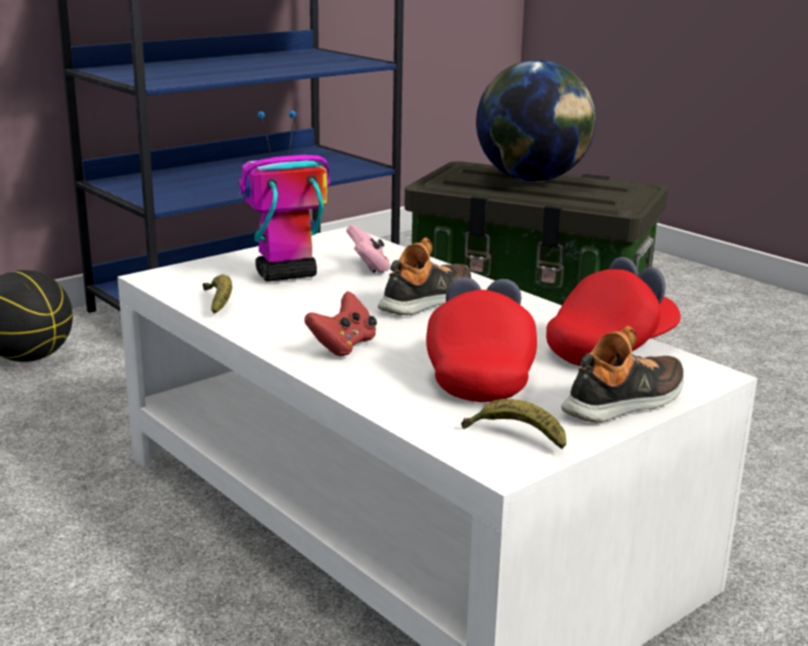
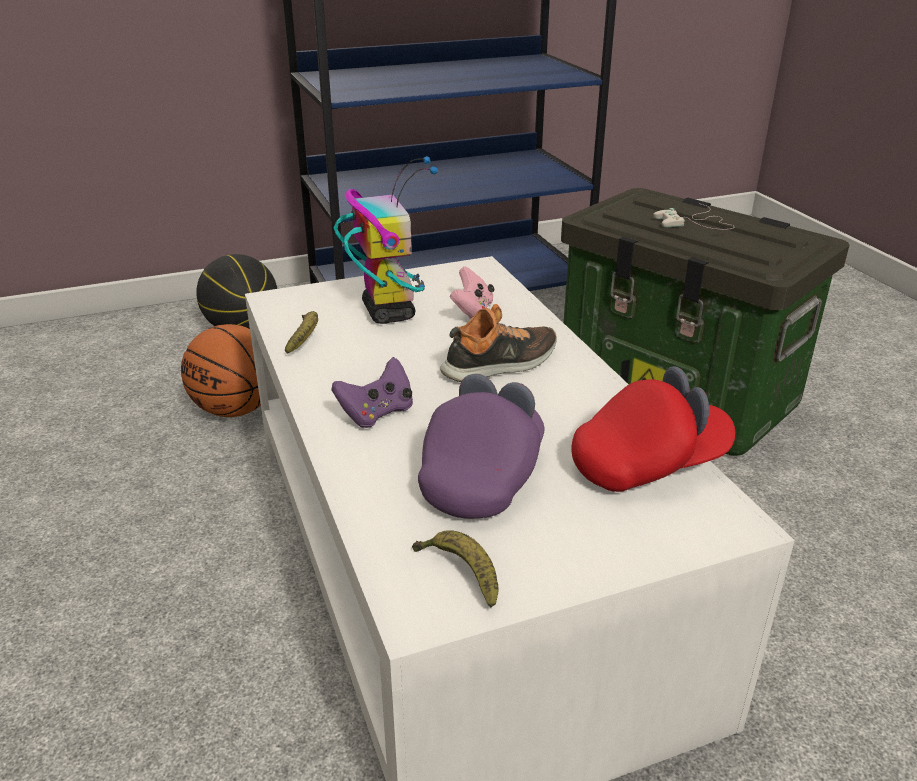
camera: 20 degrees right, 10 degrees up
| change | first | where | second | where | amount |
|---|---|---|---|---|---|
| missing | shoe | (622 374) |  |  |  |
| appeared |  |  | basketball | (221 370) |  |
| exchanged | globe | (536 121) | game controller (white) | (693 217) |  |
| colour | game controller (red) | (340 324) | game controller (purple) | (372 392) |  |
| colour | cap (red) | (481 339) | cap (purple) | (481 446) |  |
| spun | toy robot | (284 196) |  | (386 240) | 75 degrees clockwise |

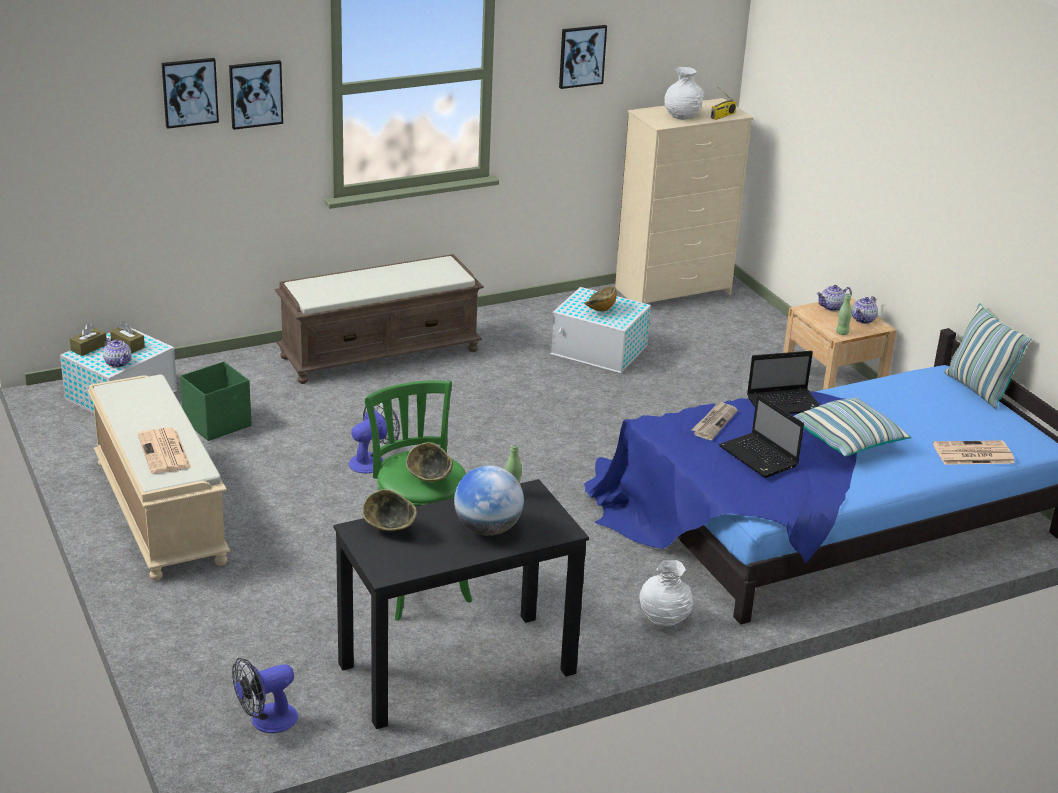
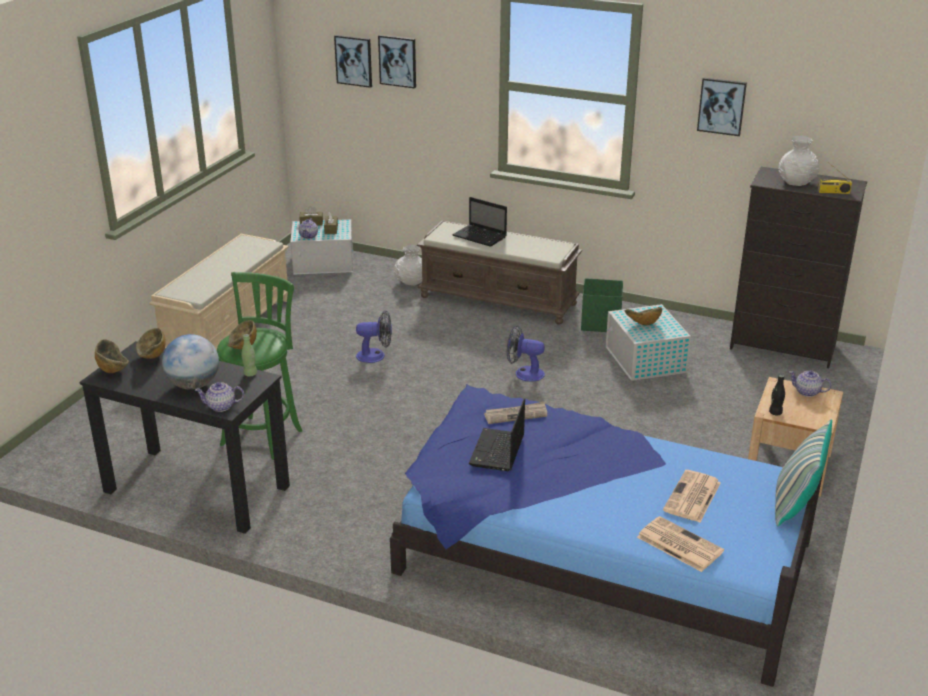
camera: 50 degrees right, 0 degrees up
| change | first | where | second | where | amount |
|---|---|---|---|---|---|
| missing | pillow | (853 427) |  |  |  |
| appeared |  |  | bowl | (112 356) |  |
| relocated | newspaper | (164 450) |  | (692 496) |  |
| relocated | storage box (green) | (216 401) |  | (602 305) |  |
| relocated | picture | (256 95) |  | (353 61) |  |
| relocated | fan | (265 695) |  | (526 353) |  |
| relocated | vase (white) | (666 593) |  | (408 265) |  |
| relocated | laptop | (783 382) |  | (479 222) |  |
| relocated | teapot | (865 310) |  | (219 397) |  |
| colour | dresser (beige) | (684 200) | dresser (black) | (798 267) |  |
| colour | bottle (green) | (844 314) | bottle (black) | (777 395) |  |

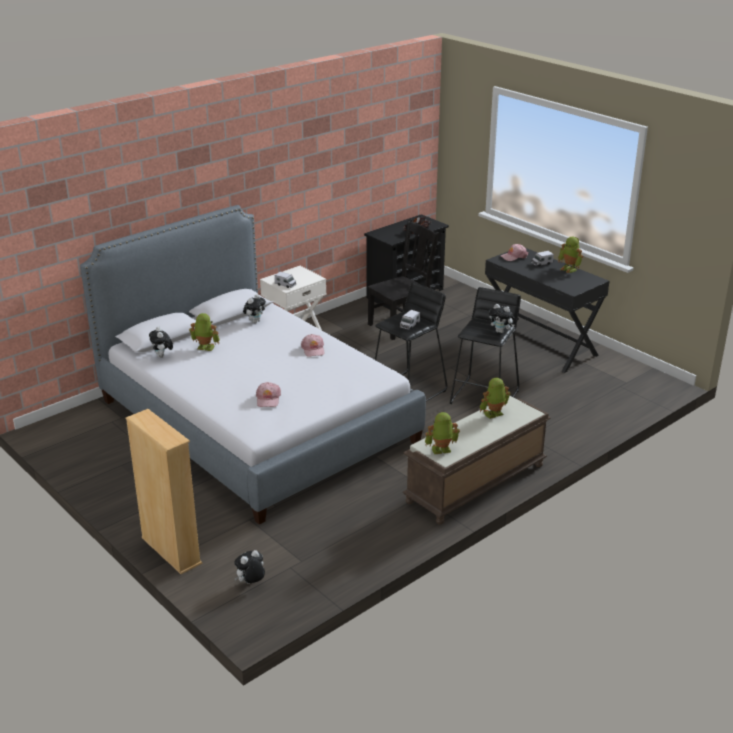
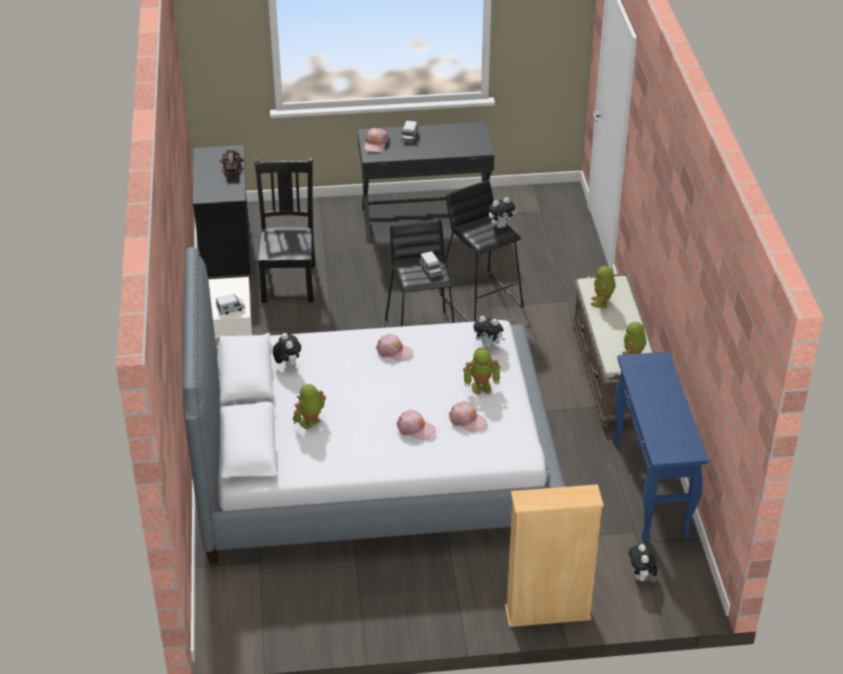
camera: 55 degrees left, 10 degrees up
| change | first | where | second | where | amount |
|---|---|---|---|---|---|
| appeared |  |  | cap (pink) | (416 425) |  |
| appeared |  |  | console table (blue) | (660 447) |  |
| relocated | plush toy | (161 342) |  | (489 332) |  |
| relocated | toy robot | (570 255) |  | (481 372) |  |

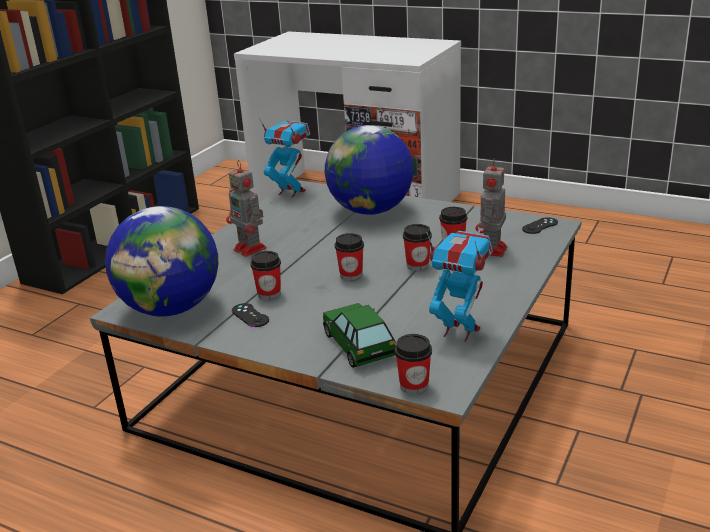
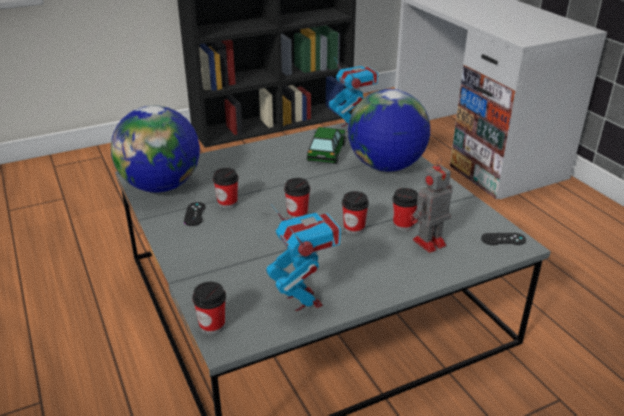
camera: 35 degrees right, 5 degrees up
| change | first | where | second | where | amount |
|---|---|---|---|---|---|
| missing | toy robot | (246 208) |  |  |  |
| relocated | toy car | (359 335) |  | (326 145) |  |

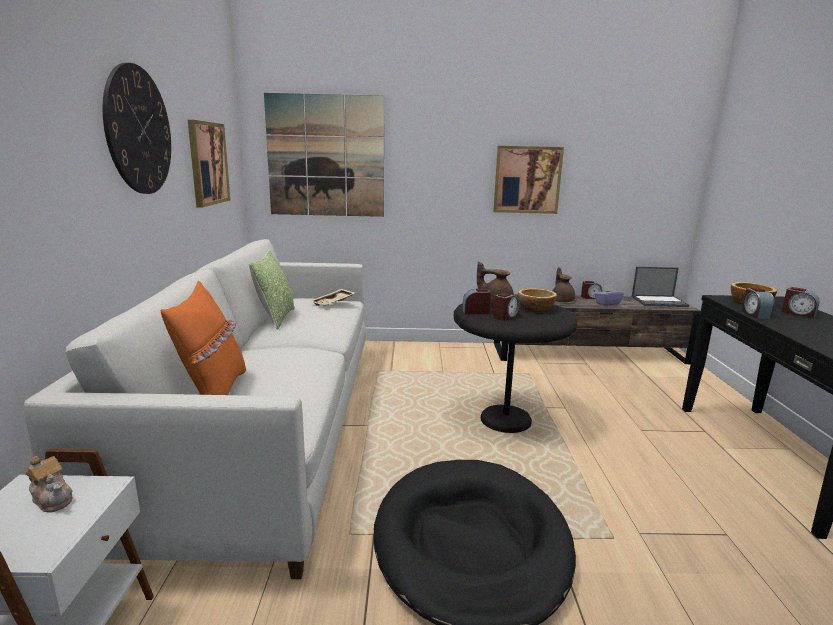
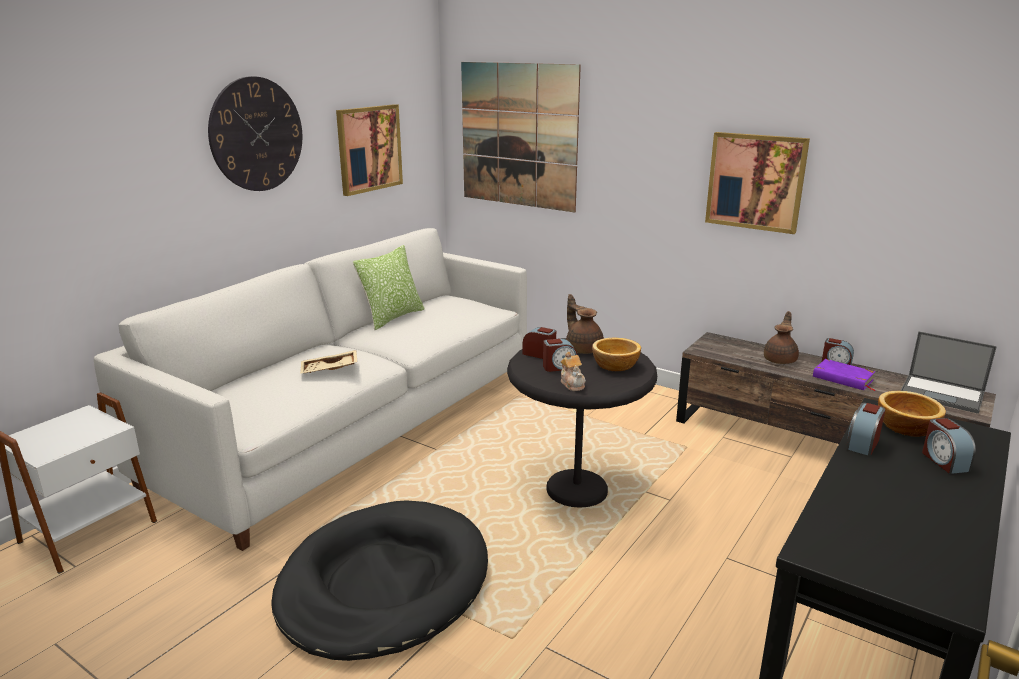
camera: 35 degrees right, 5 degrees up
| change | first | where | second | where | amount |
|---|---|---|---|---|---|
| missing | pillow (orange) | (203 338) |  |  |  |
| relocated | teapot | (49 484) |  | (573 371) |  |
| relocated | tray (beige) | (333 297) |  | (328 361) |  |
| exchanged | tissue box (purple) | (609 295) | book (purple) | (844 375) |  |

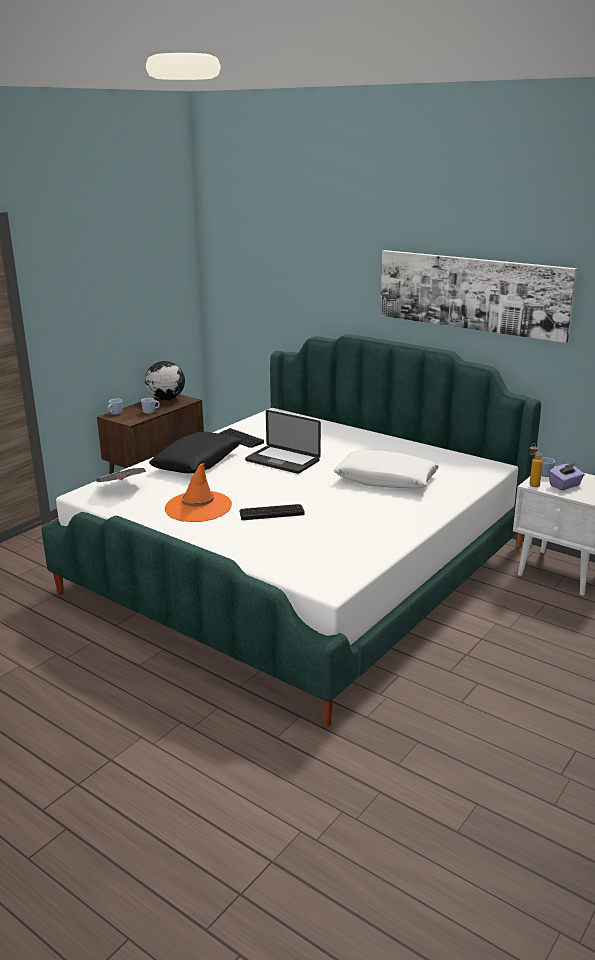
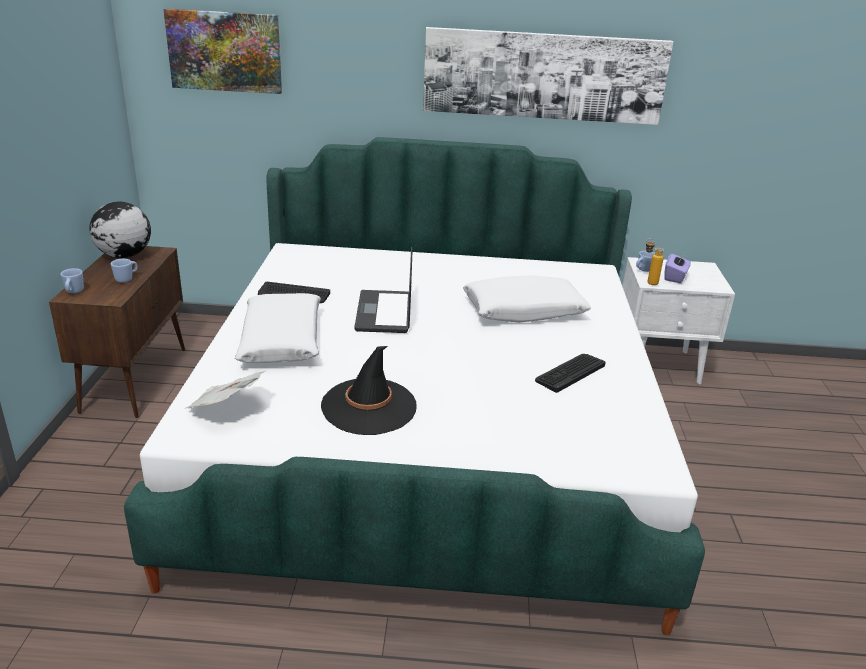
camera: 35 degrees left, 5 degrees up
| change | first | where | second | where | amount |
|---|---|---|---|---|---|
| appeared |  |  | picture | (222 51) |  |
| relocated | keyboard | (272 512) |  | (570 373) |  |
| colour | pillow (black) | (195 452) | pillow (white) | (278 328) |  |
| colour | hat (orange) | (198 493) | hat (black) | (369 390) |  |
| spun | laptop | (283 442) |  | (383 290) | 90 degrees clockwise |

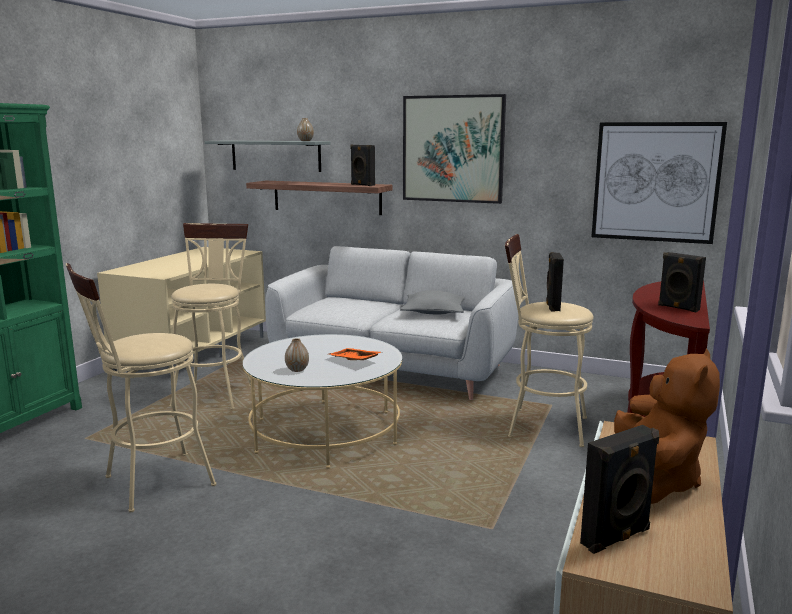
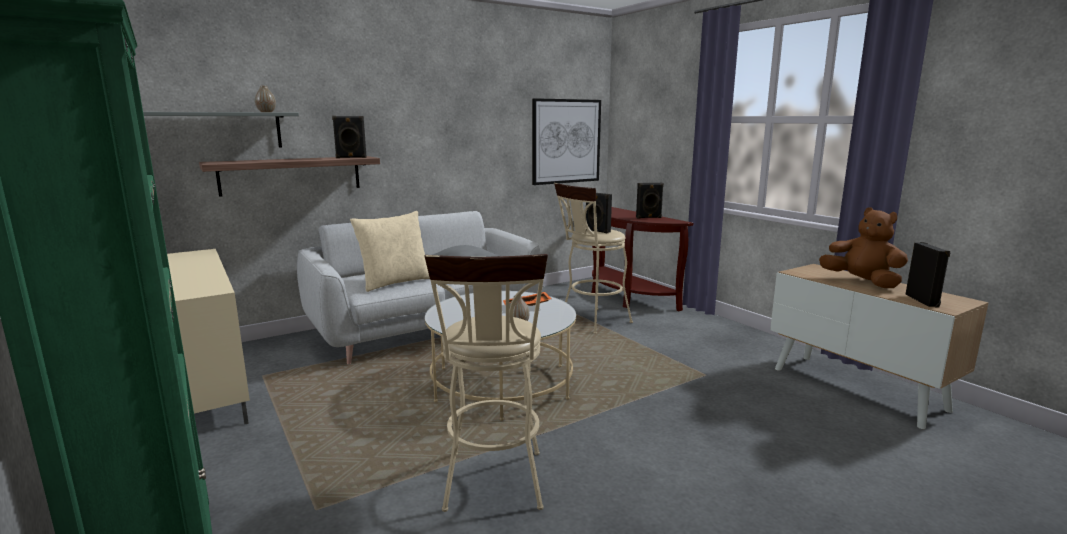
camera: 55 degrees left, 0 degrees up
| change | first | where | second | where | amount |
|---|---|---|---|---|---|
| missing | stool (beige) | (210 316) |  |  |  |
| missing | picture | (454 149) |  |  |  |
| appeared |  |  | pillow (beige) | (390 251) |  |

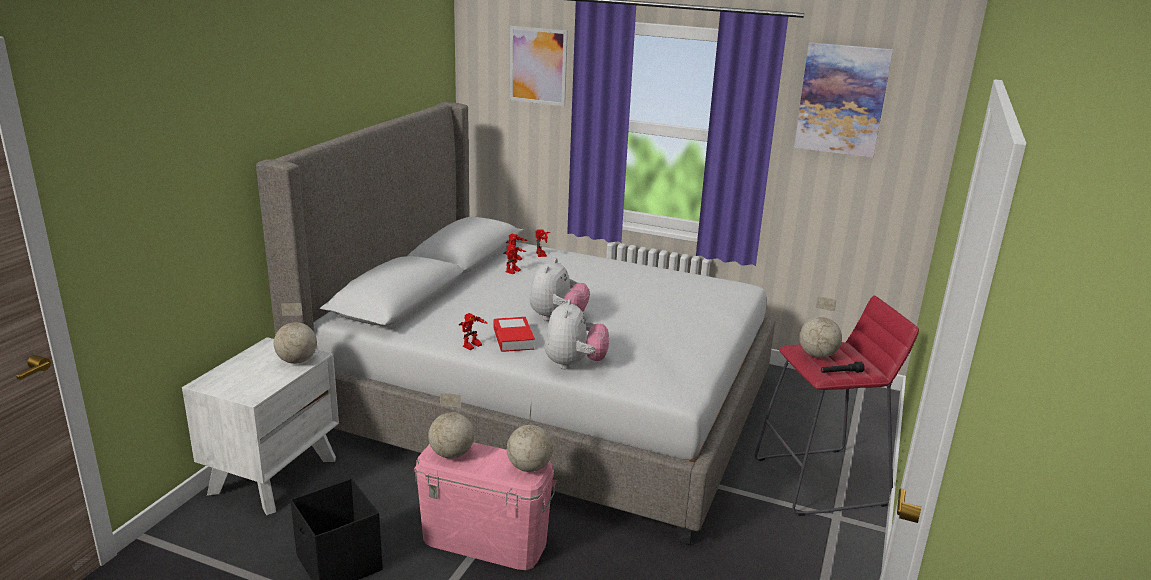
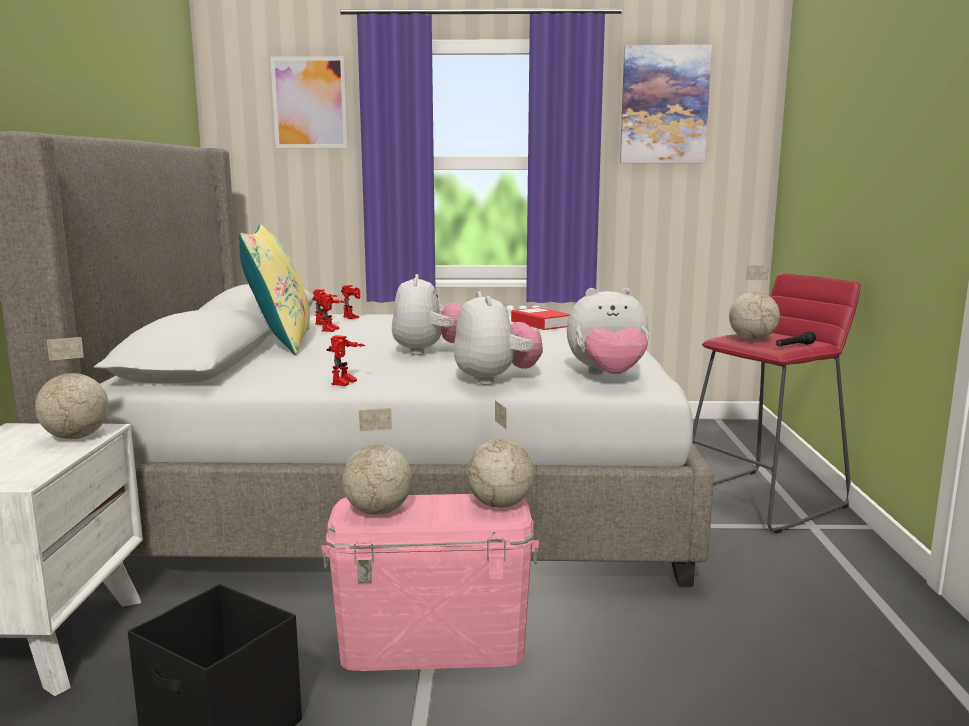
camera: 20 degrees left, 10 degrees down
| change | first | where | second | where | amount |
|---|---|---|---|---|---|
| appeared |  |  | pillow (yellow) | (274 289) |  |
| appeared |  |  | plush toy | (608 331) |  |
| relocated | book | (514 334) |  | (540 318) |  |

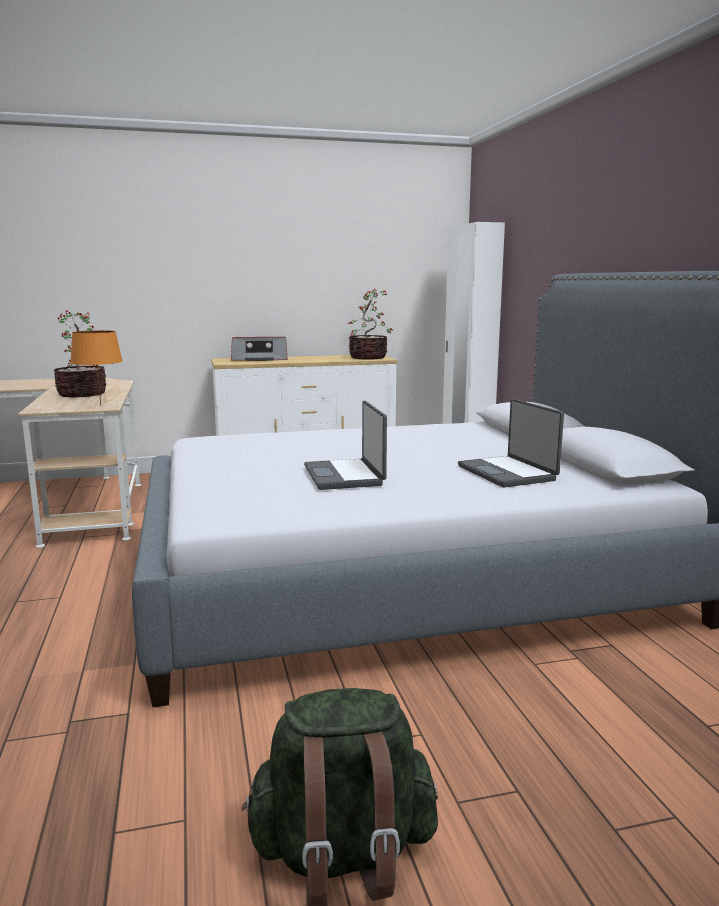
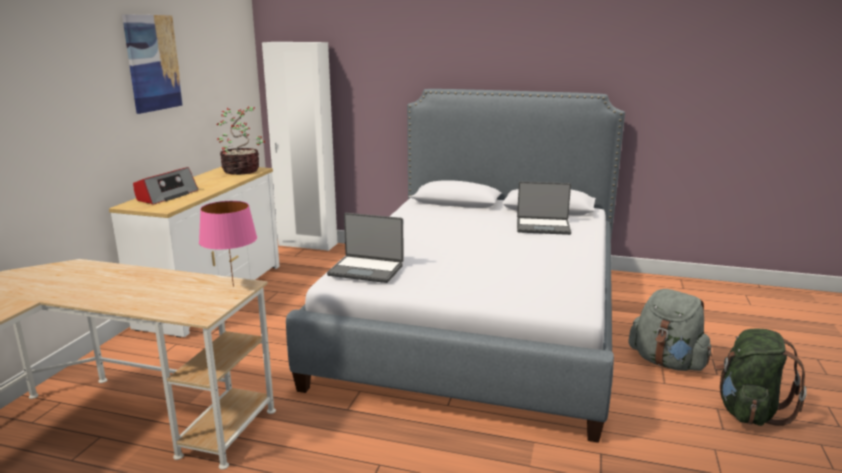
camera: 60 degrees left, 5 degrees up
| change | first | where | second | where | amount |
|---|---|---|---|---|---|
| missing | potted plant | (80 353) |  |  |  |
| appeared |  |  | picture | (152 64) |  |
| appeared |  |  | backpack (grey) | (670 330) |  |
| relocated | laptop | (345 445) |  | (365 248) |  |
| colour | table lamp (orange) | (96 368) | table lamp (pink) | (228 244) |  |

